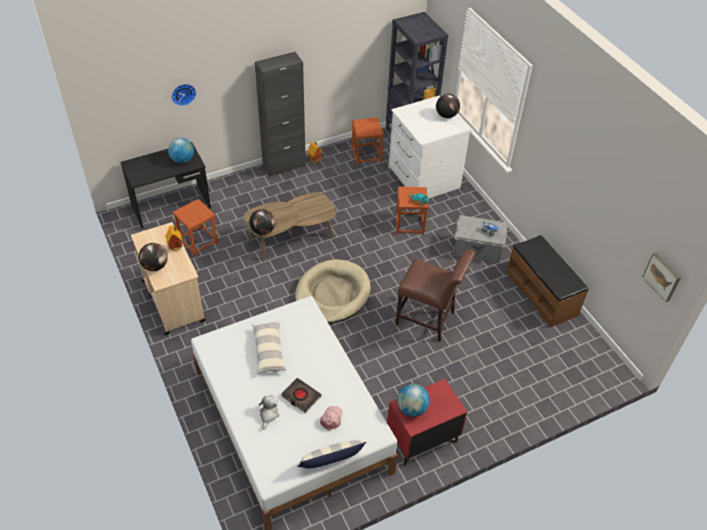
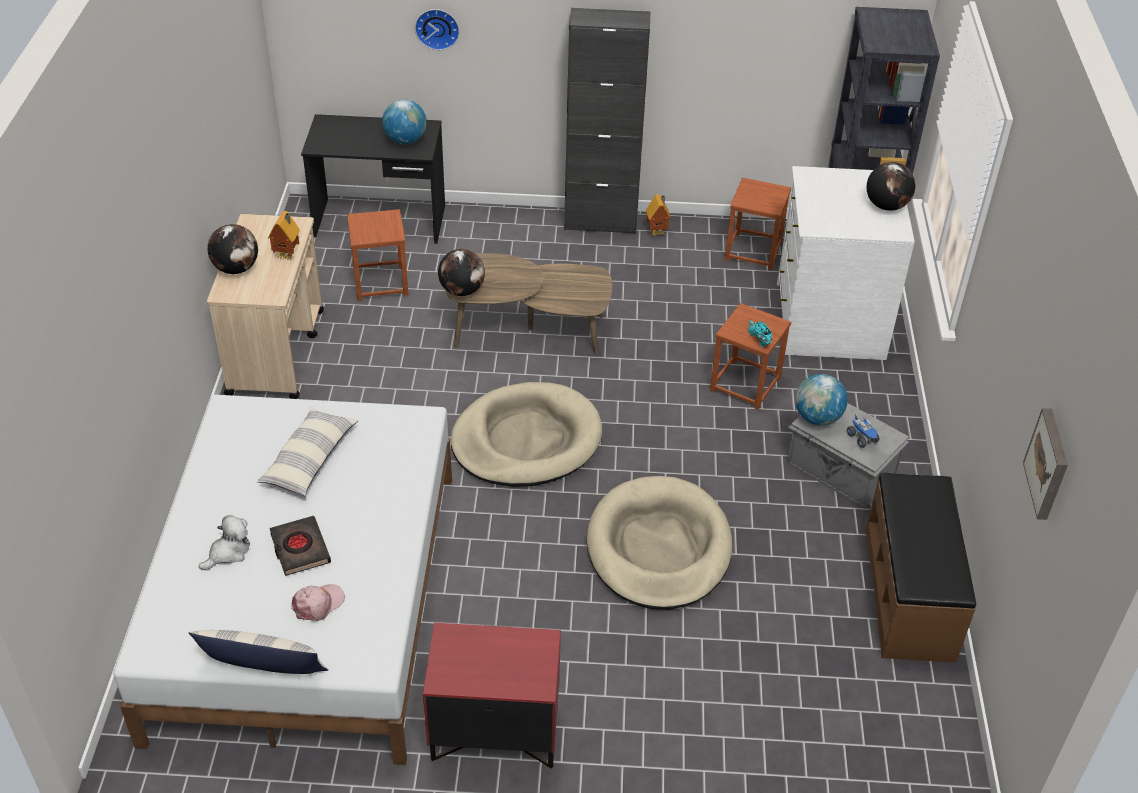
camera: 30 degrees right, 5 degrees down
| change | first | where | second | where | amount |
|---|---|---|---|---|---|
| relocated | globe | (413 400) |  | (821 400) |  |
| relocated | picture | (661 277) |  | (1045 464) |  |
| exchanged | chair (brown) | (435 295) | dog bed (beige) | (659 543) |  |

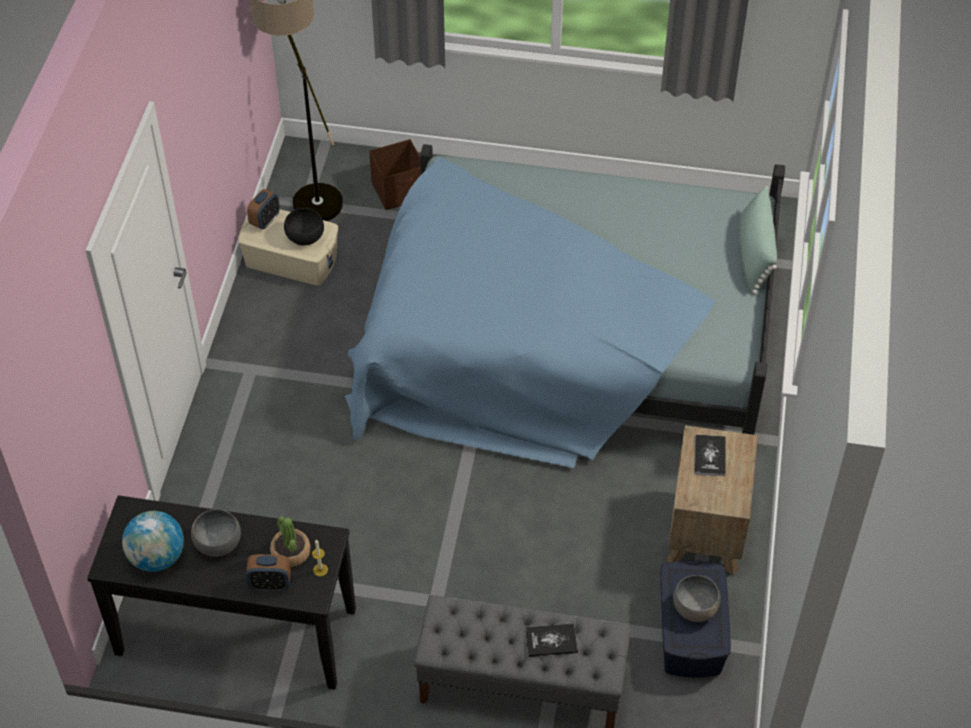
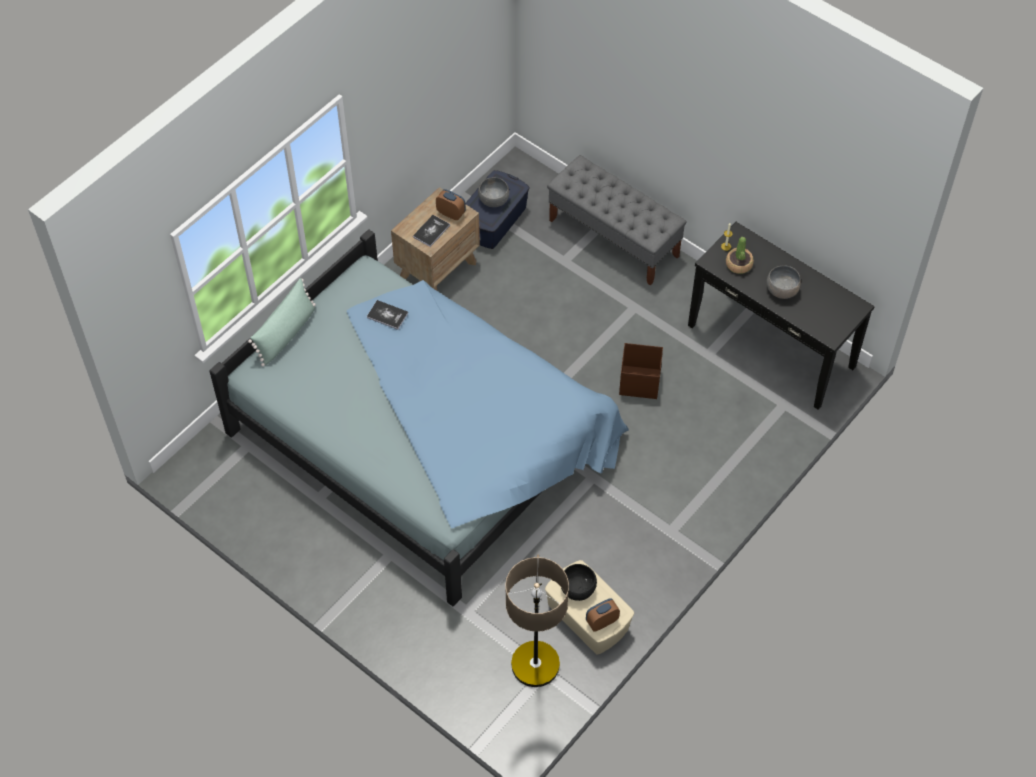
camera: 150 degrees left, 5 degrees up
| change | first | where | second | where | amount |
|---|---|---|---|---|---|
| missing | globe | (153 541) |  |  |  |
| relocated | alarm clock | (268 572) |  | (451 204) |  |
| relocated | storage box (brown) | (395 174) |  | (641 371) |  |
| relocated | book | (551 640) |  | (387 315) |  |

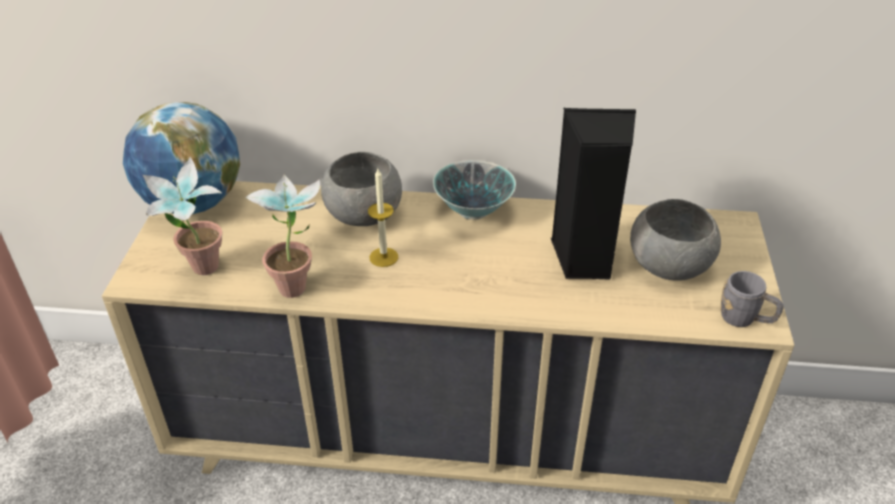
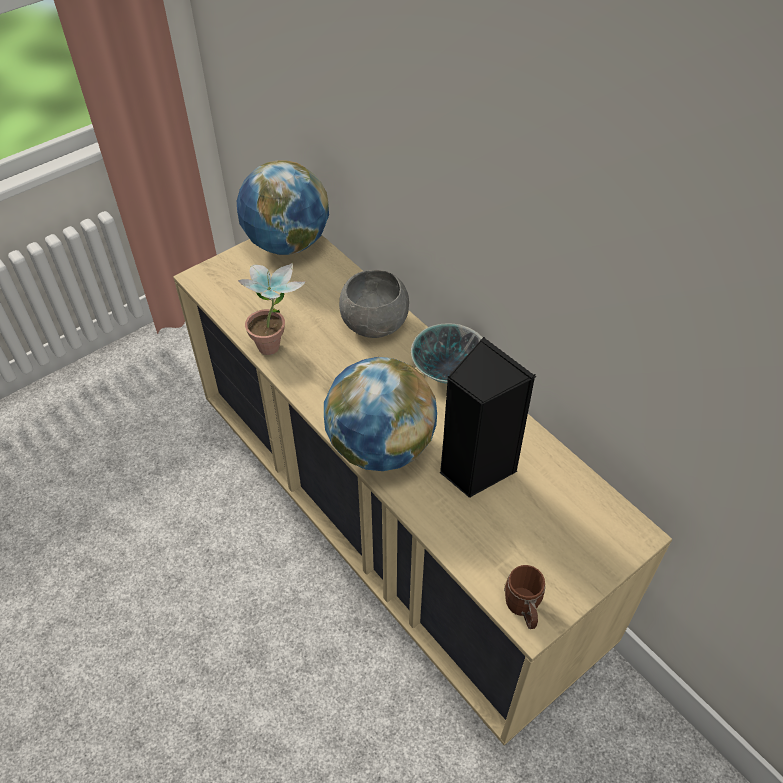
camera: 45 degrees right, 10 degrees up
| change | first | where | second | where | amount |
|---|---|---|---|---|---|
| missing | potted plant | (182 216) |  |  |  |
| missing | candle | (383 218) |  |  |  |
| missing | bowl (grey) | (675 240) |  |  |  |
| appeared |  |  | globe | (380 414) |  |
| colour | mug (grey) | (752 299) | mug (brown) | (524 597) |  |

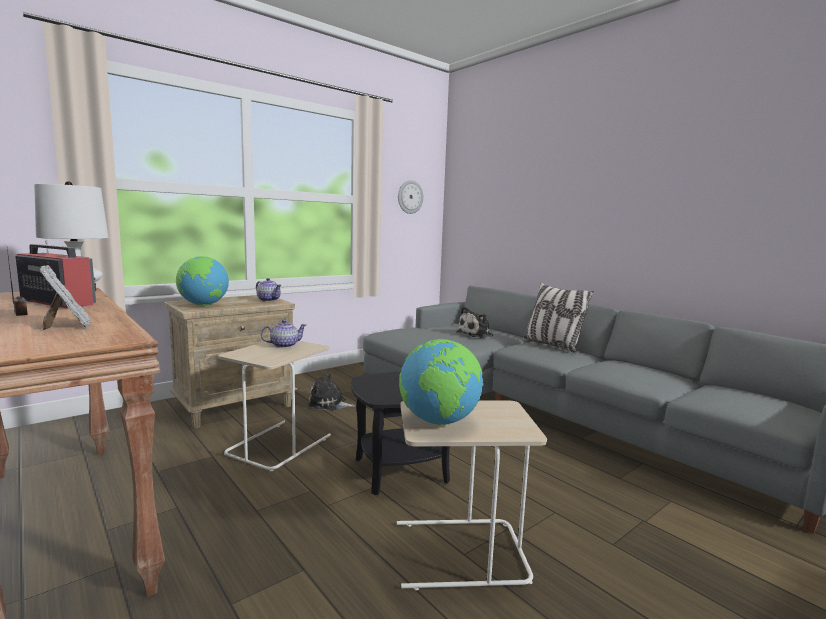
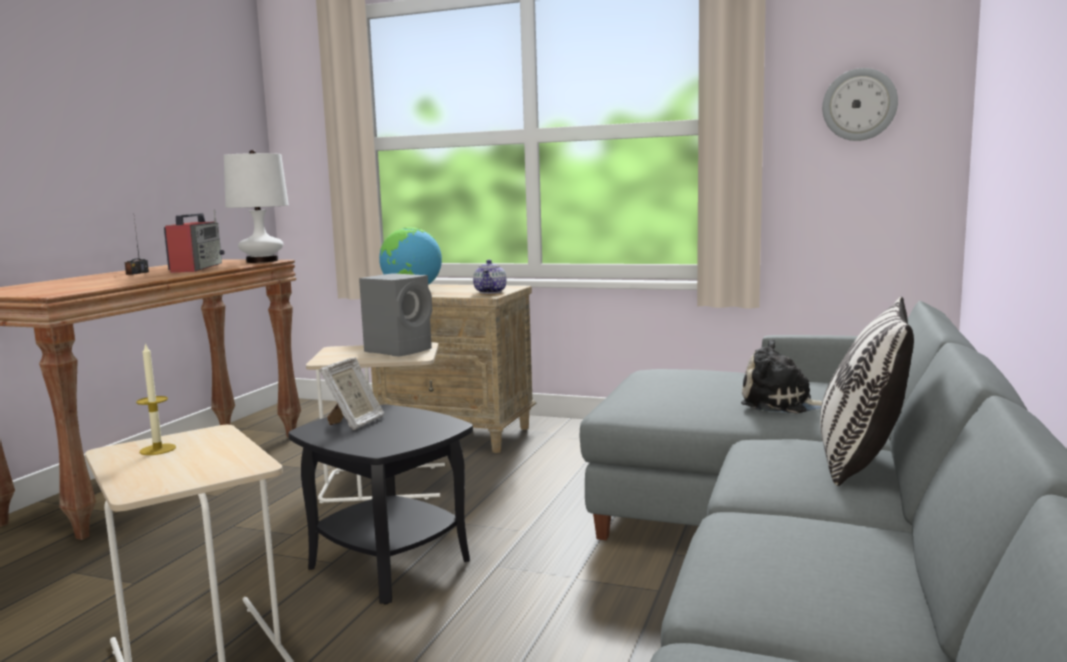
camera: 60 degrees right, 0 degrees up
| change | first | where | second | where | amount |
|---|---|---|---|---|---|
| missing | plush toy | (332 391) |  |  |  |
| relocated | picture frame | (65 297) |  | (351 393) |  |
| exchanged | teapot | (283 333) | speaker (grey) | (395 315) |  |
| exchanged | globe | (441 382) | candle | (156 399) |  |

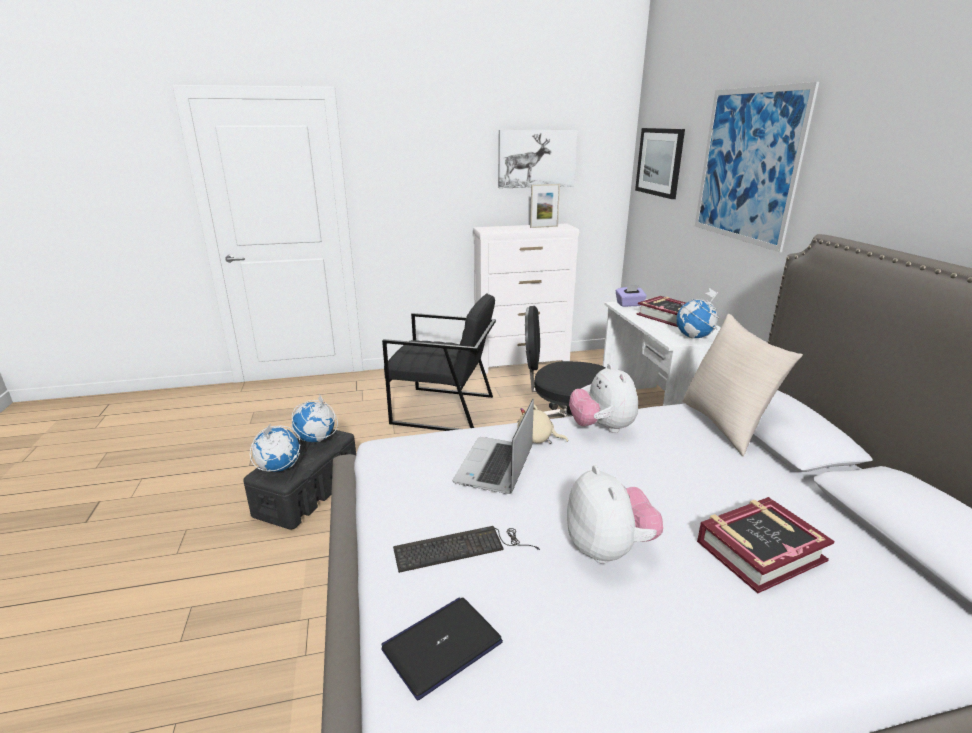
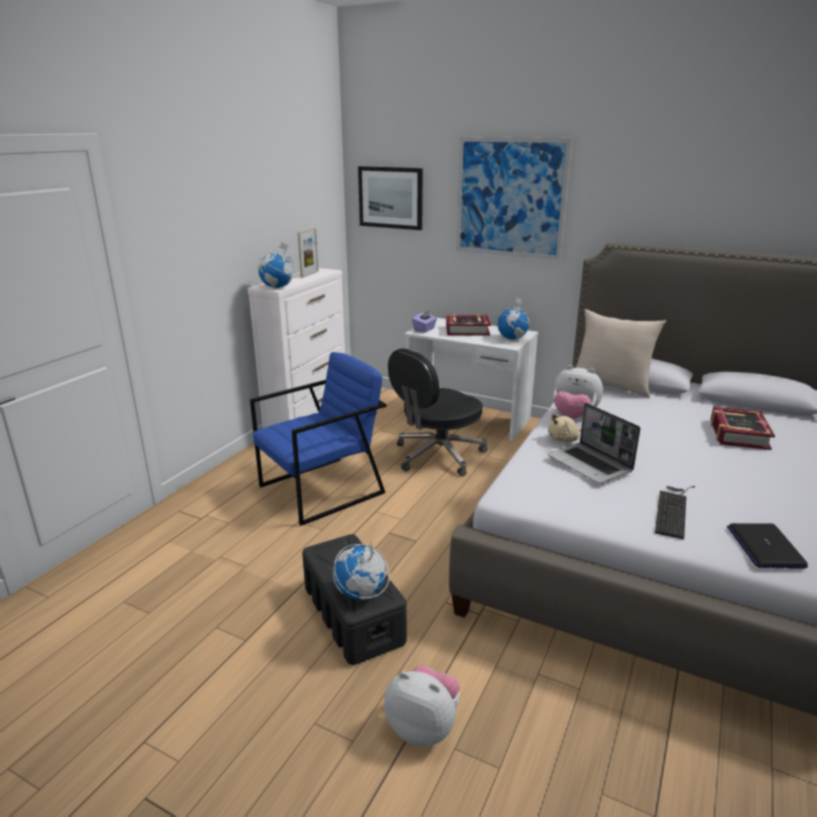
camera: 50 degrees left, 0 degrees up
| change | first | where | second | where | amount |
|---|---|---|---|---|---|
| missing | picture | (537 159) |  |  |  |
| relocated | globe | (315 417) |  | (276 265) |  |
| relocated | plush toy | (615 514) |  | (422 705) |  |
| colour | armchair (black) | (439 362) | armchair (blue) | (318 439) |  |

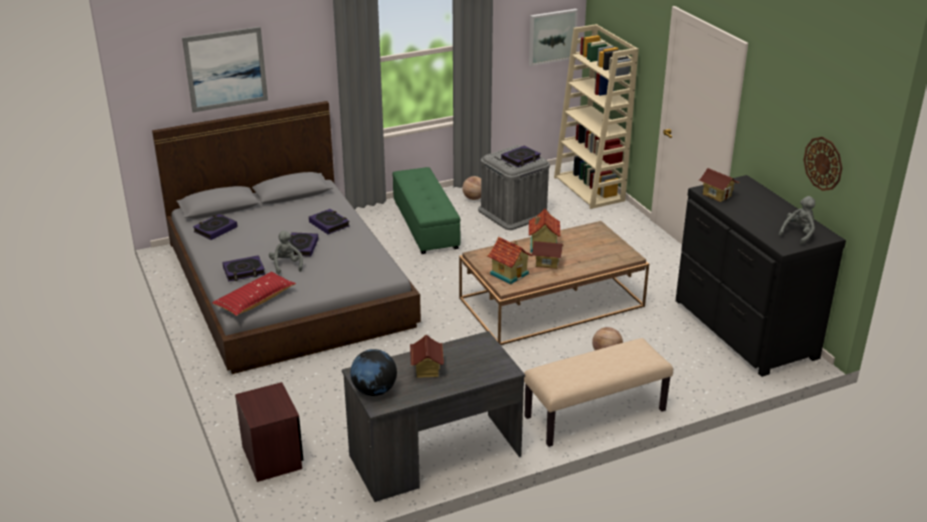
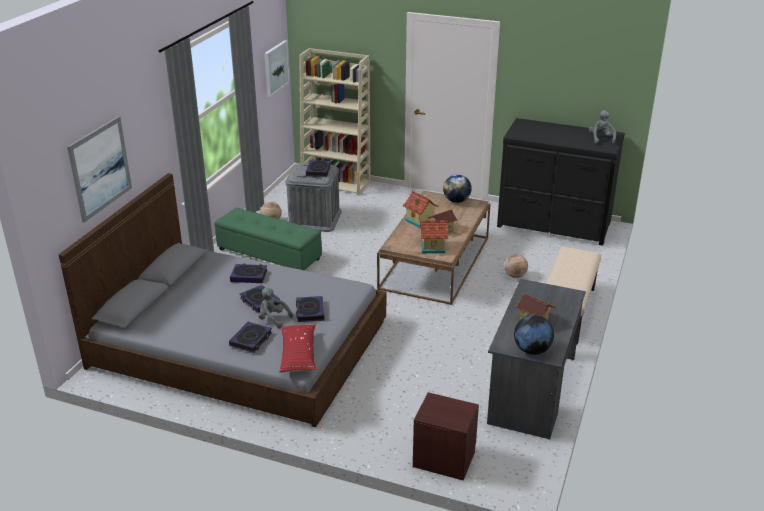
camera: 45 degrees left, 0 degrees up
| change | first | where | second | where | amount |
|---|---|---|---|---|---|
| missing | toy house | (719 185) |  |  |  |
| missing | wall clock | (823 164) |  |  |  |
| appeared |  |  | globe | (457 188) |  |
| relocated | book | (215 227) |  | (310 309) |  |

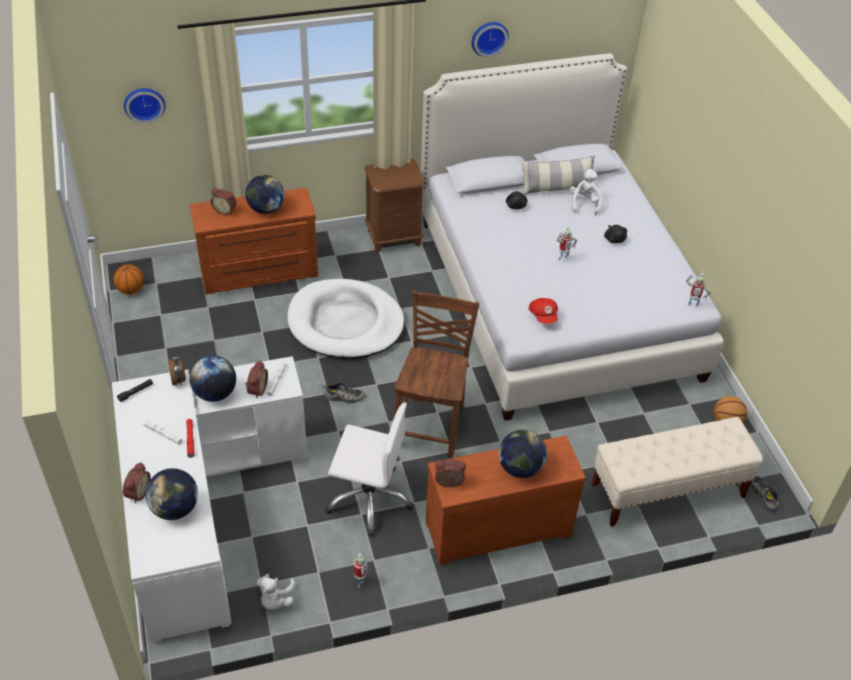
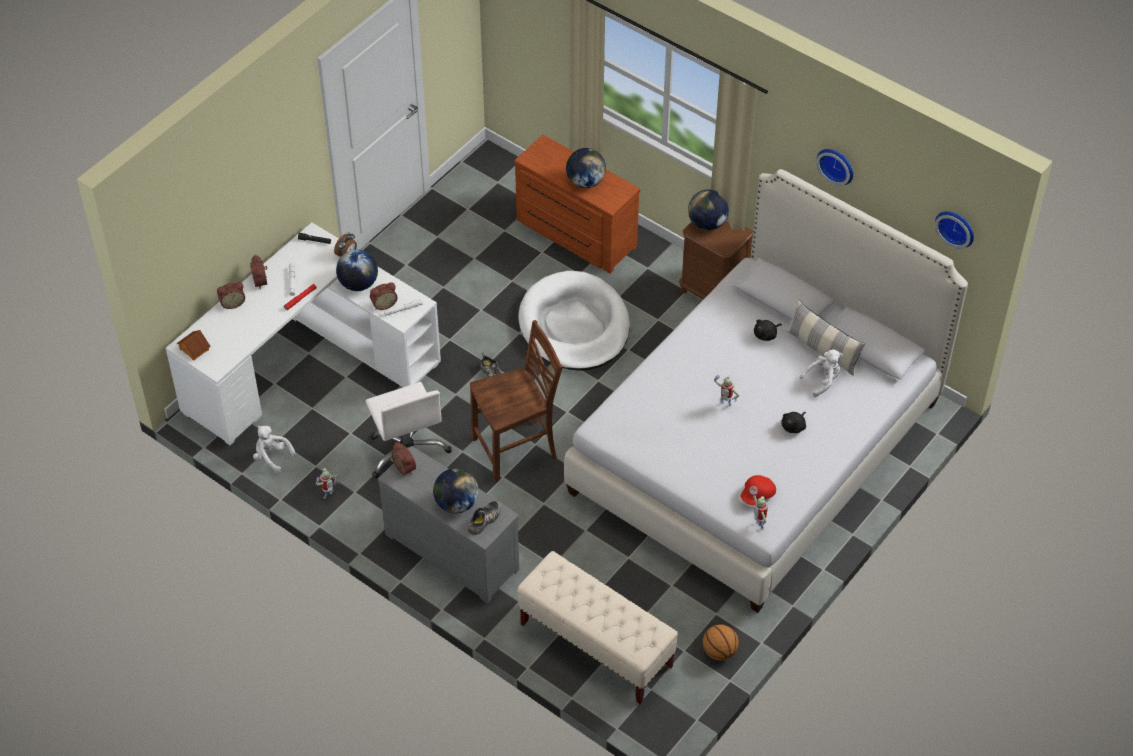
camera: 55 degrees right, 5 degrees up
| change | first | where | second | where | amount |
|---|---|---|---|---|---|
| missing | basketball | (129 279) |  |  |  |
| appeared |  |  | toy house | (194 345) |  |
| relocated | wall clock | (145 105) |  | (954 230) |  |
| relocated | globe | (171 494) |  | (708 209) |  |
| relocated | alarm clock | (223 201) |  | (258 272) |  |
| relocated | cap (red) | (543 311) |  | (758 490) |  |
| relocated | shoe | (765 493) |  | (484 517) |  |
| colour | dresser (brown) | (506 500) | dresser (grey) | (448 524) |  |
| spun | plush toy (white) | (276 591) |  | (274 449) | 60 degrees clockwise |

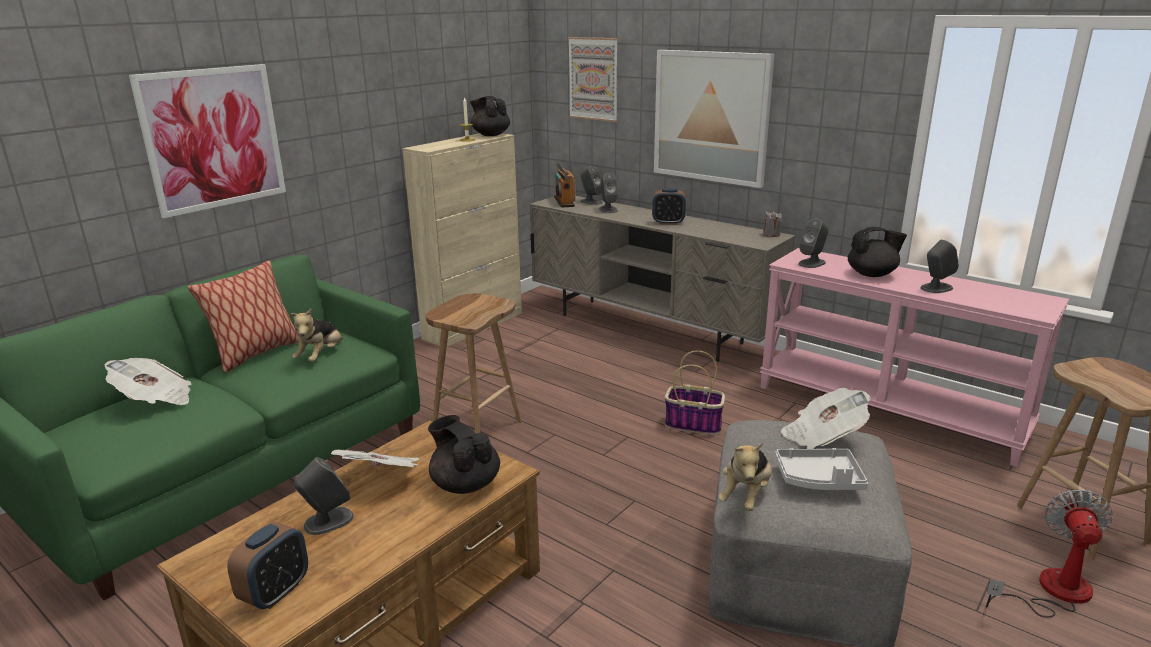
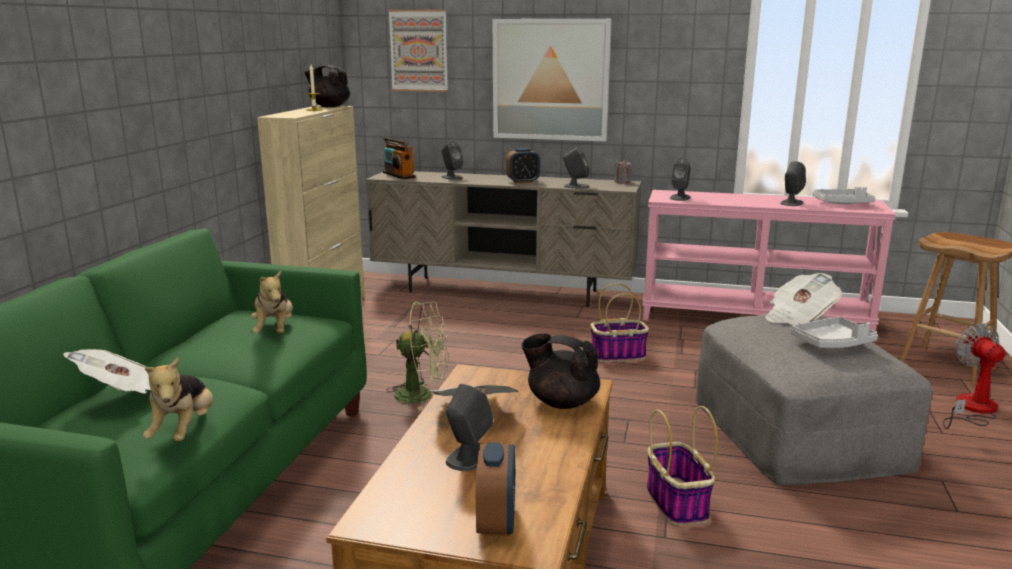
camera: 25 degrees left, 5 degrees down
| change | first | where | second | where | amount |
|---|---|---|---|---|---|
| missing | picture | (207 141) |  |  |  |
| missing | pillow | (243 316) |  |  |  |
| missing | teapot (black) | (877 252) |  |  |  |
| appeared |  |  | basket | (682 466) |  |
| appeared |  |  | tray (grey) | (843 195) |  |
| relocated | speaker (grey) | (591 185) |  | (576 168) |  |
| relocated | plush toy | (745 476) |  | (178 399) |  |
| exchanged | stool (brown) | (473 363) | fan (green) | (417 356) |  |

